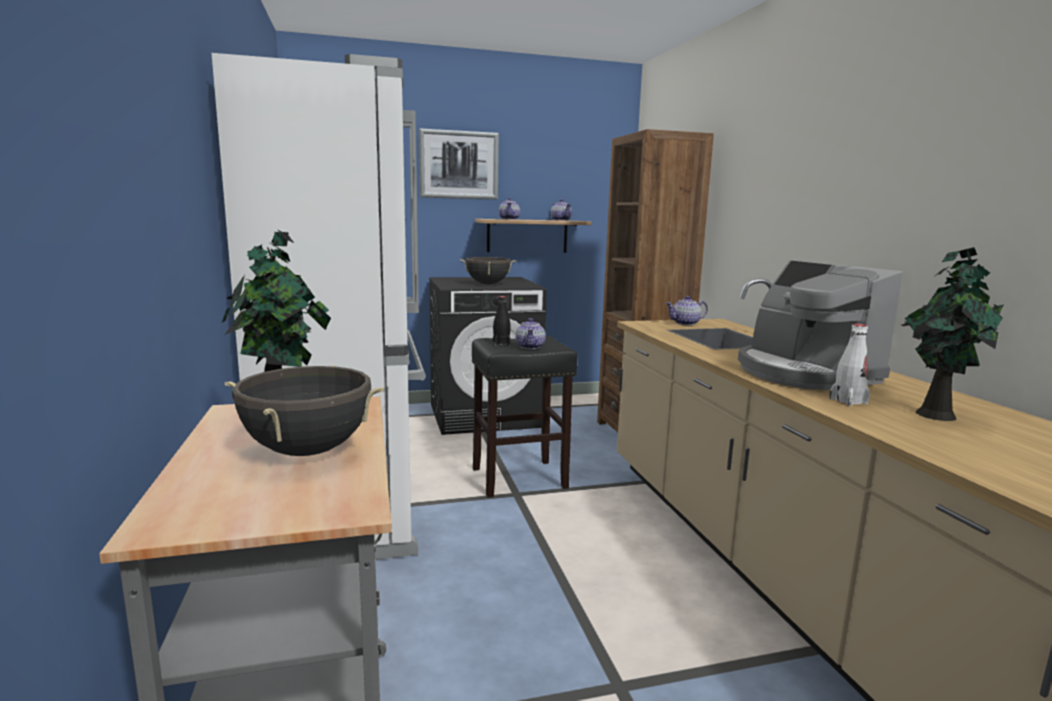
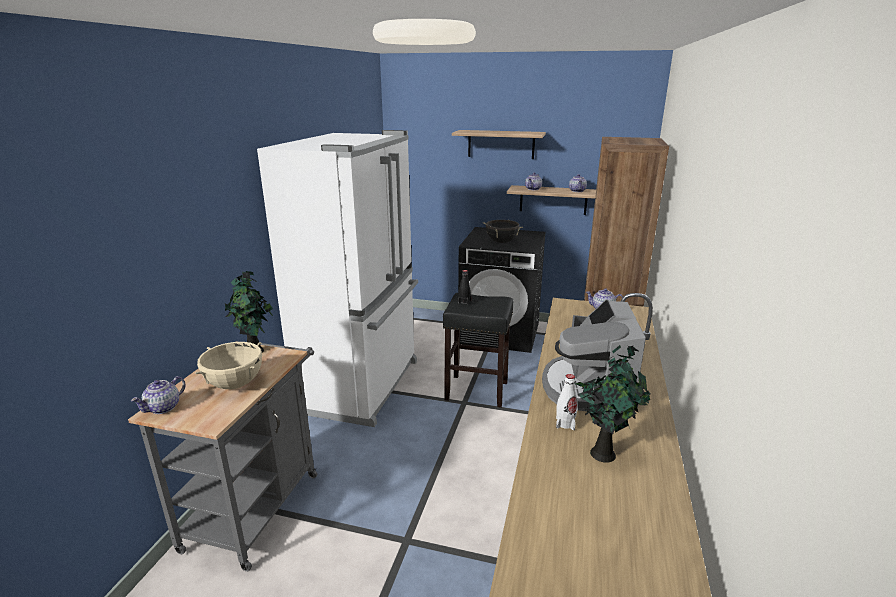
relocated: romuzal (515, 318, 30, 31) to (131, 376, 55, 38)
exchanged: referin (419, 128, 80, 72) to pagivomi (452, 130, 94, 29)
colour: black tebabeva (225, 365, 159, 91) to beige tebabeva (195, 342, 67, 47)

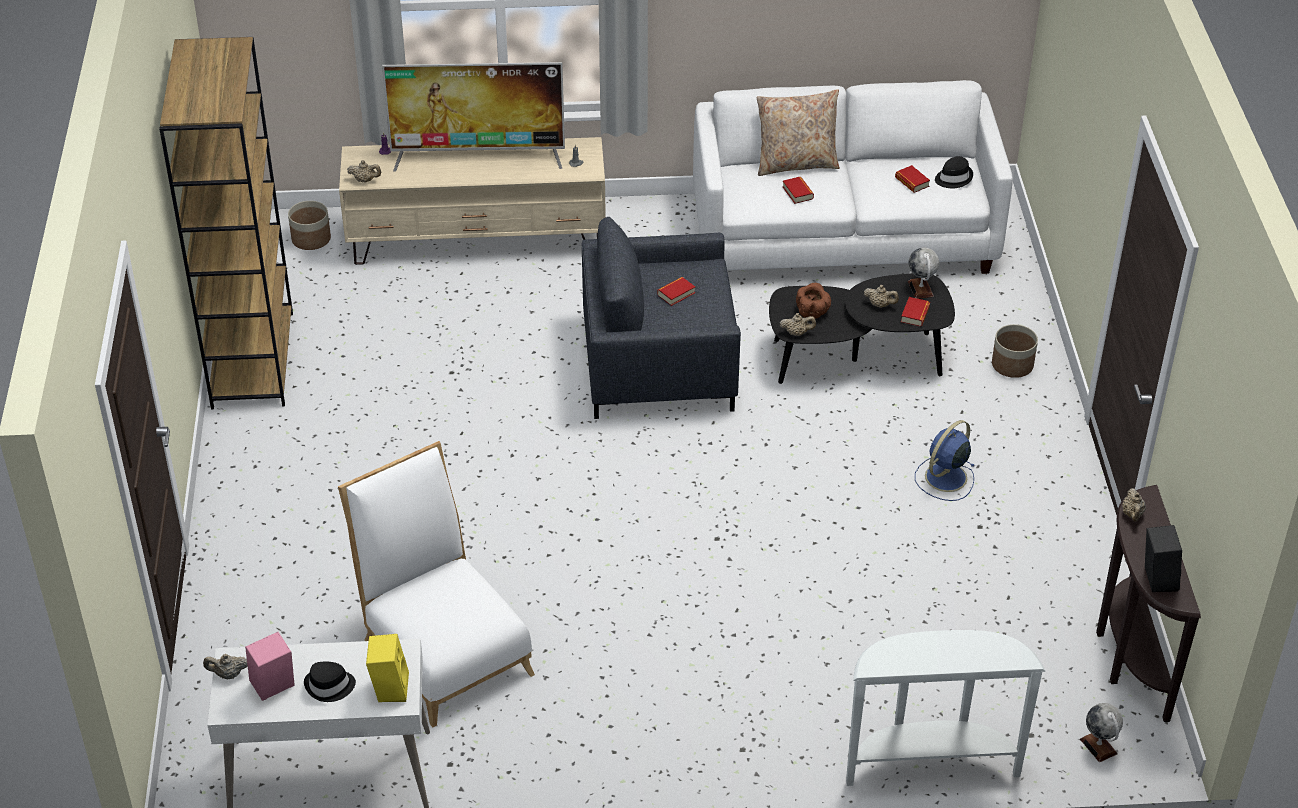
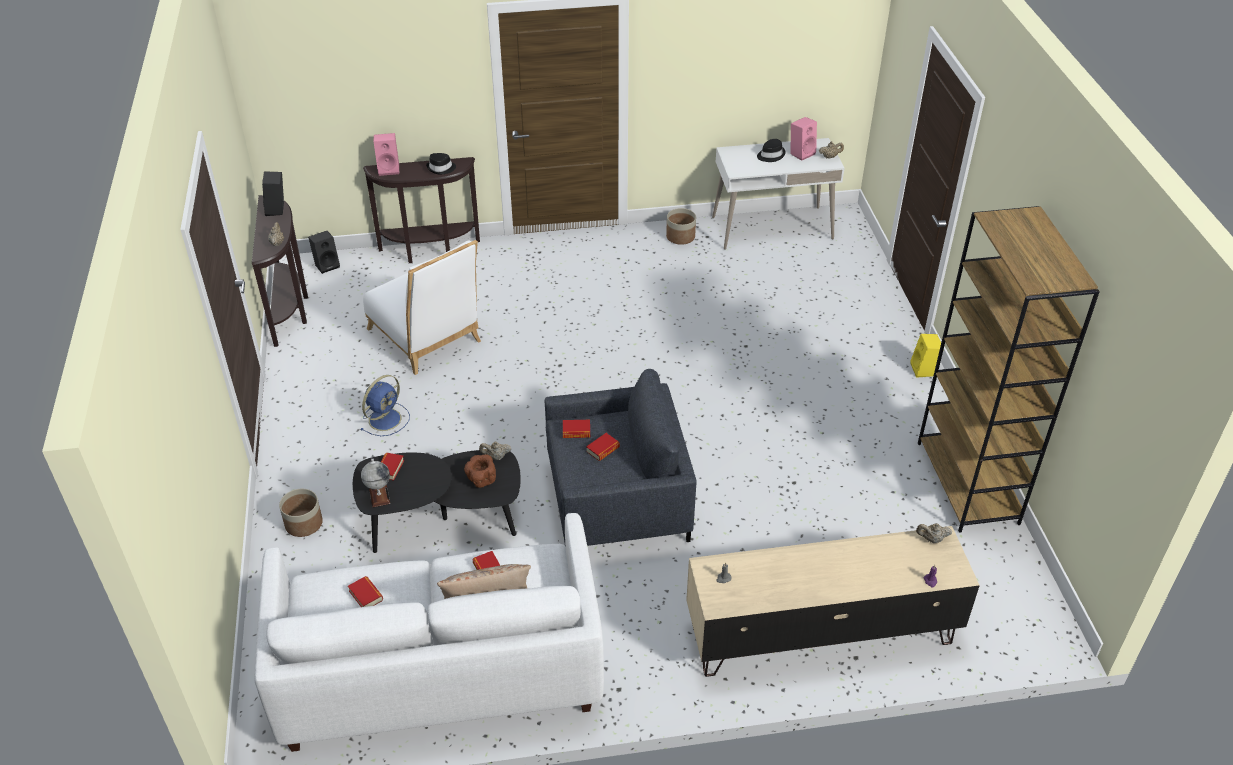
missing: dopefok (382, 62, 183, 110); beige romuzal (864, 285, 35, 23)
appeared: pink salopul (374, 133, 25, 43); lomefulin (563, 420, 27, 18)
relocated: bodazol (288, 201, 43, 49) to (666, 208, 30, 37); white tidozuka (338, 441, 197, 286) to (363, 240, 118, 135); yellow salopul (366, 634, 43, 68) to (910, 334, 34, 44); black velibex (935, 156, 38, 32) to (426, 153, 30, 21)
exchanged: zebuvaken (1080, 703, 43, 59) to black salopul (308, 231, 32, 43)
colour: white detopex (846, 630, 199, 156) to brown detopex (363, 157, 117, 106)

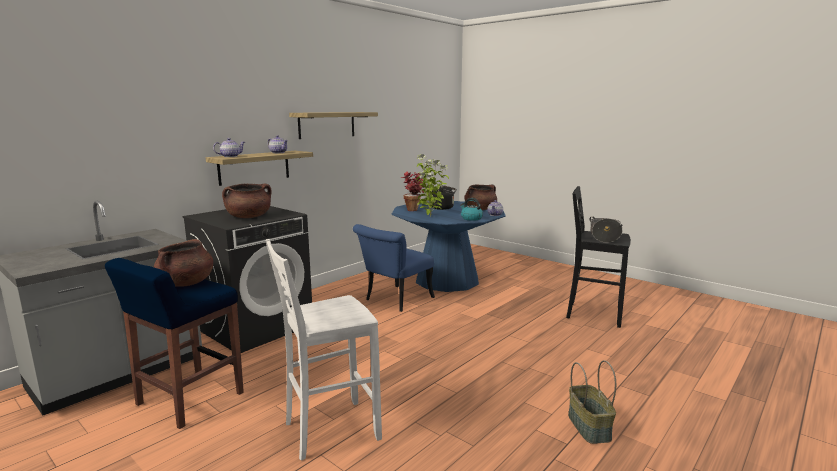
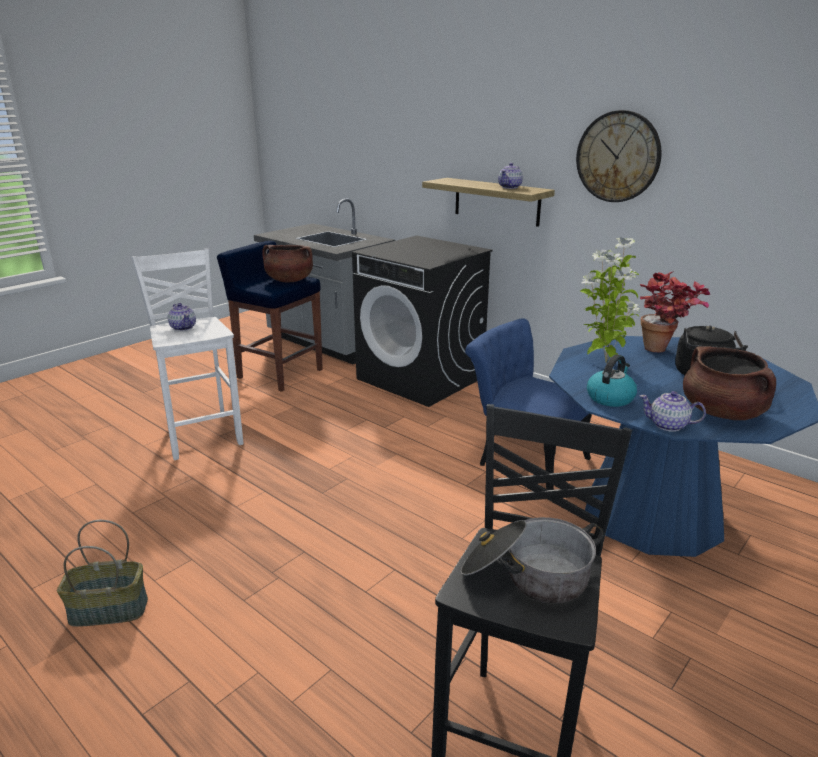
missing: brown tebabeva (222, 184, 50, 34)
relocated: romuzal (213, 138, 32, 19) to (168, 303, 28, 28)
exchanged: pagivomi (289, 112, 89, 27) to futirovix (576, 110, 86, 92)

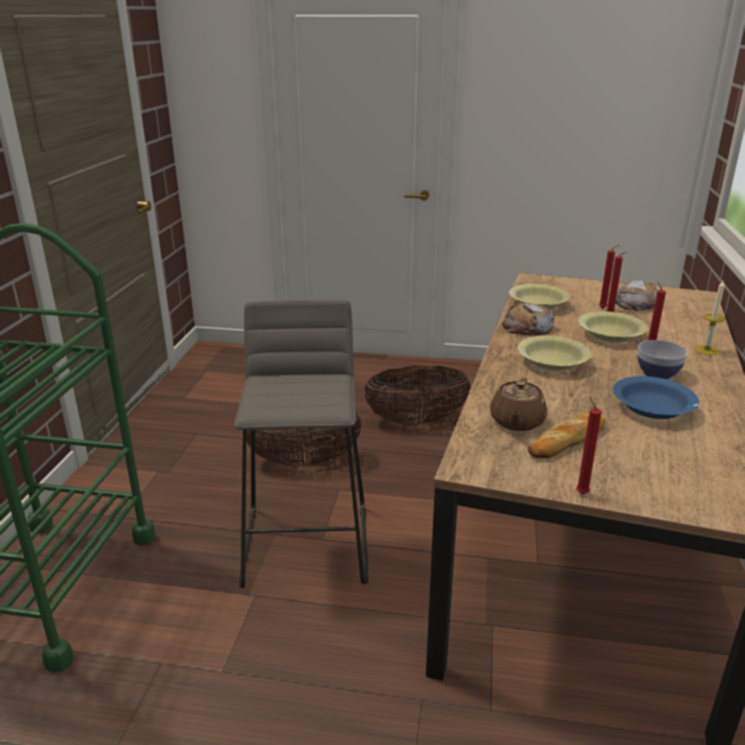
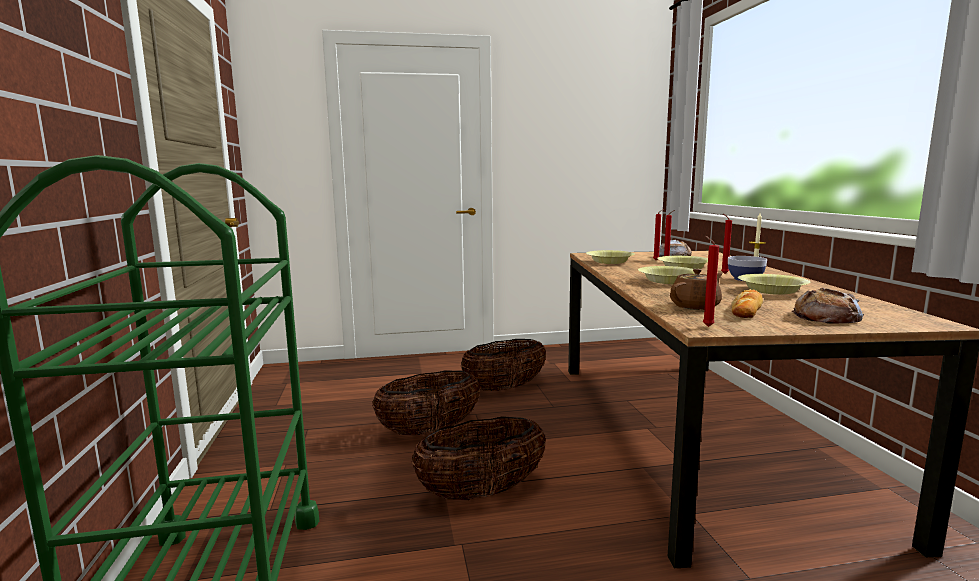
relocated: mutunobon (502, 303, 52, 32) to (791, 288, 73, 36); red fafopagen (576, 396, 26, 98) to (703, 236, 16, 91)
exchanged: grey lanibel (234, 300, 134, 288) to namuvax (411, 416, 135, 84)
colour: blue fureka (613, 376, 86, 43) to yellow fureka (738, 274, 73, 21)
spun: brown romuzal (490, 378, 58, 53) = (670, 269, 53, 41) 120 degrees counterclockwise

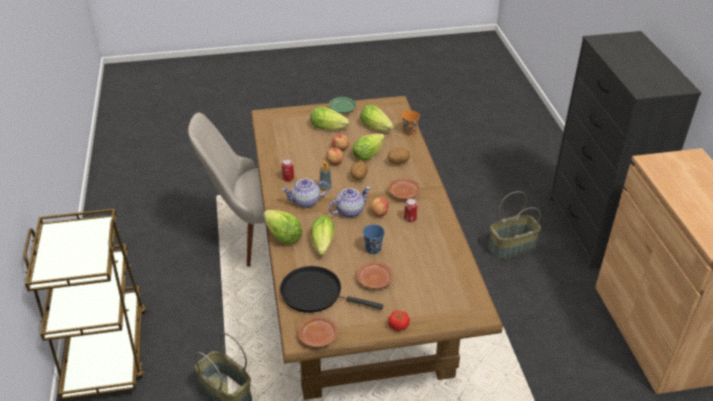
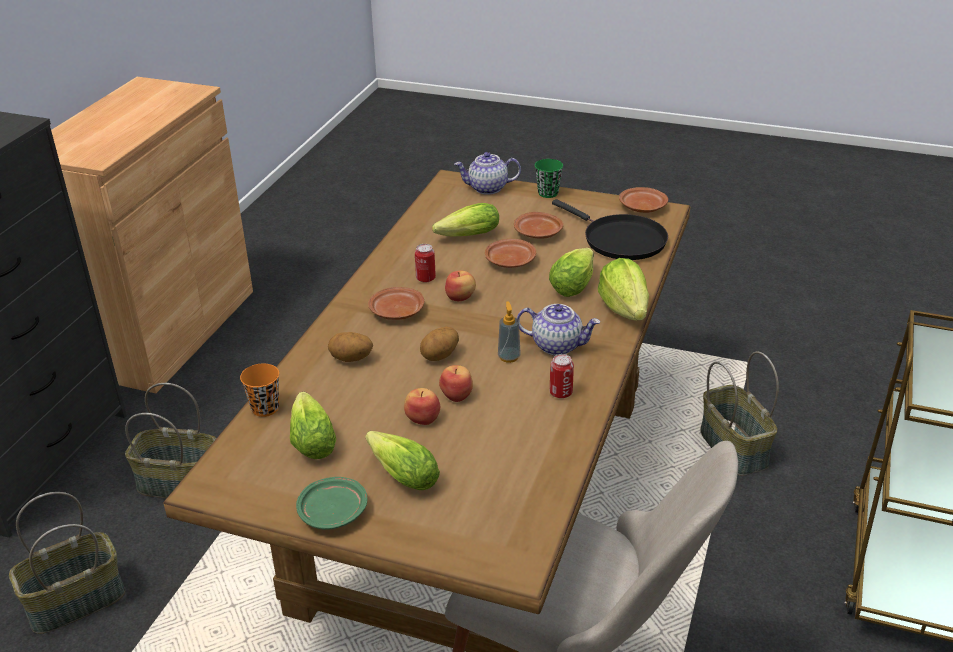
appeared: namuvax (9, 492, 116, 142)
relocated: romuzal (329, 187, 41, 31) to (454, 152, 67, 43); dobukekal (352, 133, 33, 28) to (432, 203, 67, 34)
exchanged: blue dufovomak (363, 224, 22, 30) to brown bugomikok (485, 239, 51, 29); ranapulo (388, 310, 22, 21) to green dufovomak (535, 159, 28, 39)

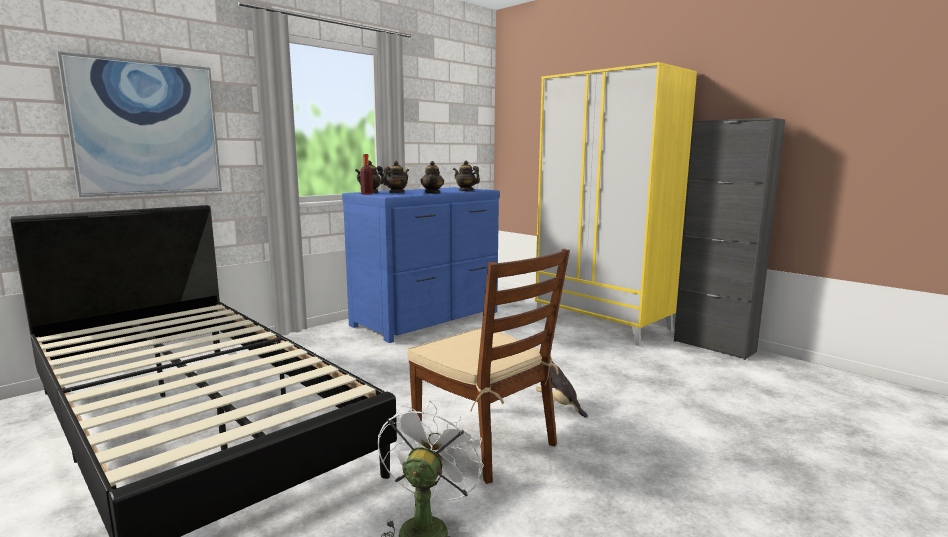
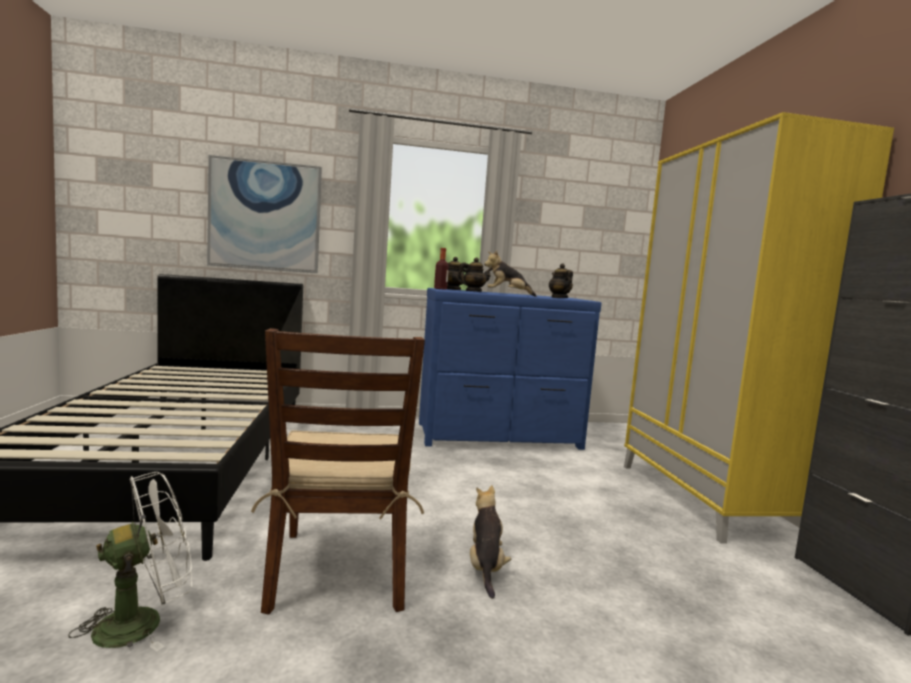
exchanged: romuzal (420, 161, 24, 33) to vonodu (484, 251, 52, 46)

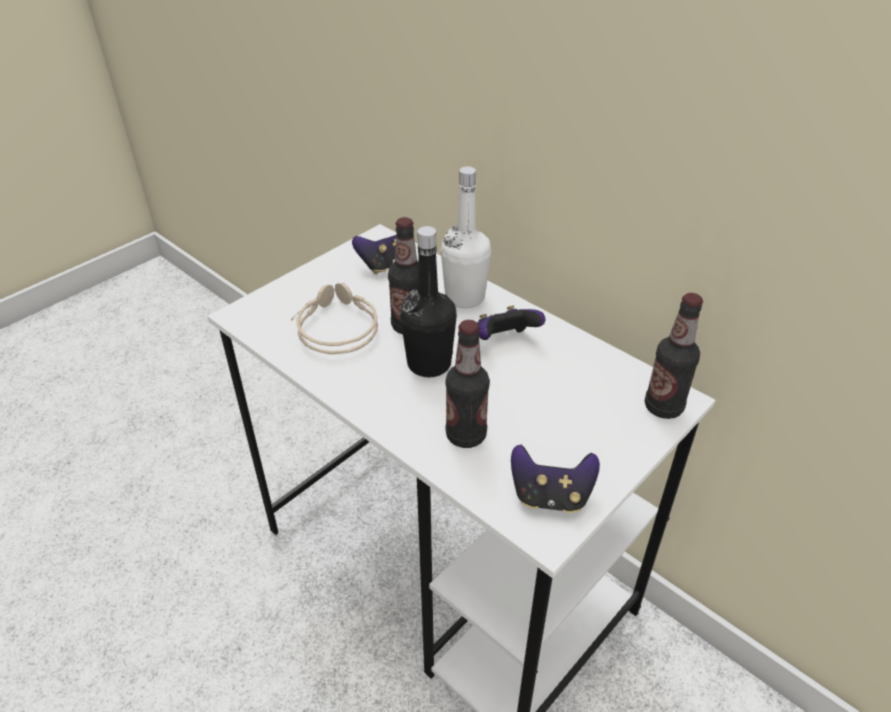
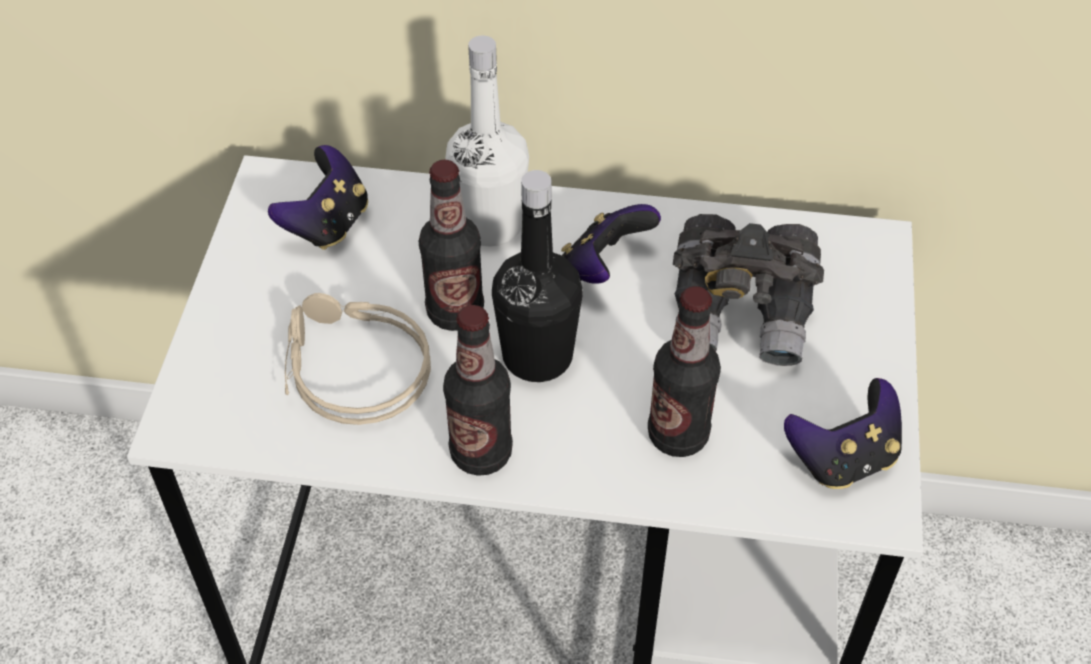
appeared: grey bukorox (673, 214, 151, 152)
relocated: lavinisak (645, 293, 58, 126) to (443, 305, 70, 171)

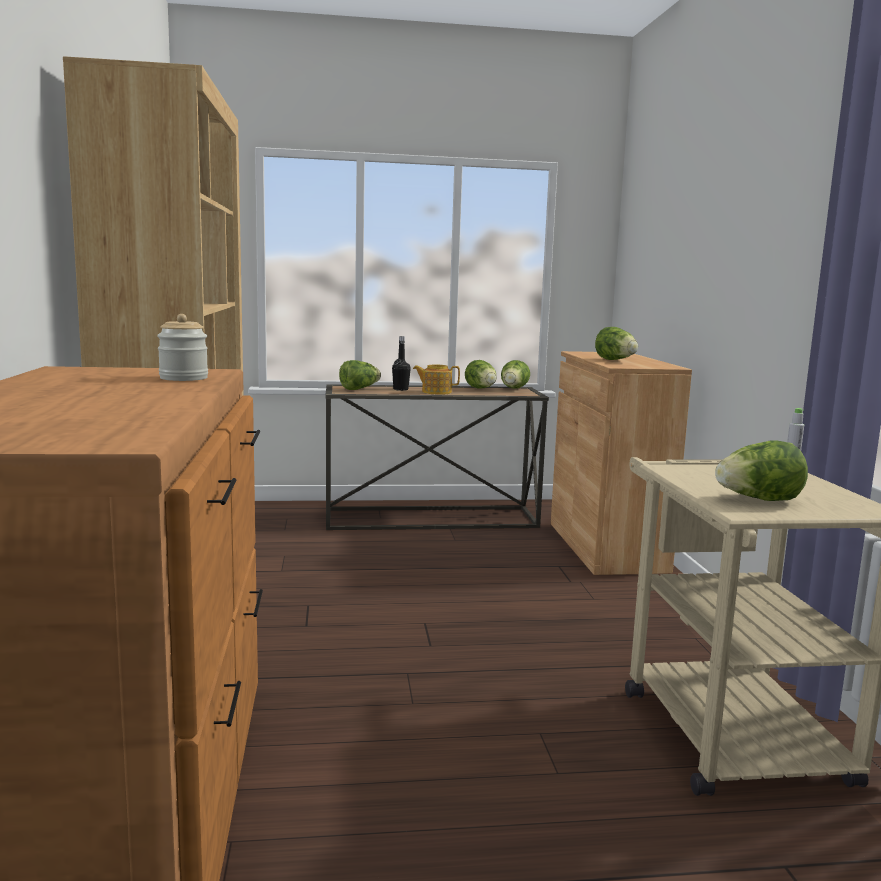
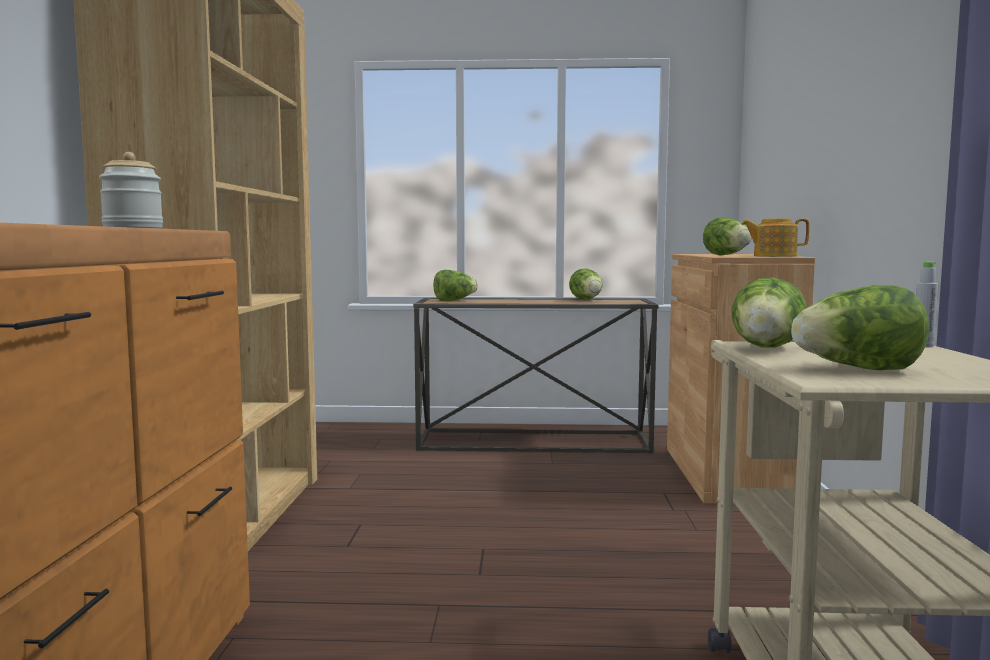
missing: black lavinisak (392, 336, 19, 55)
relocated: romuzal (413, 365, 47, 30) to (741, 219, 68, 37); dobukekal (501, 360, 29, 28) to (732, 277, 75, 70)

